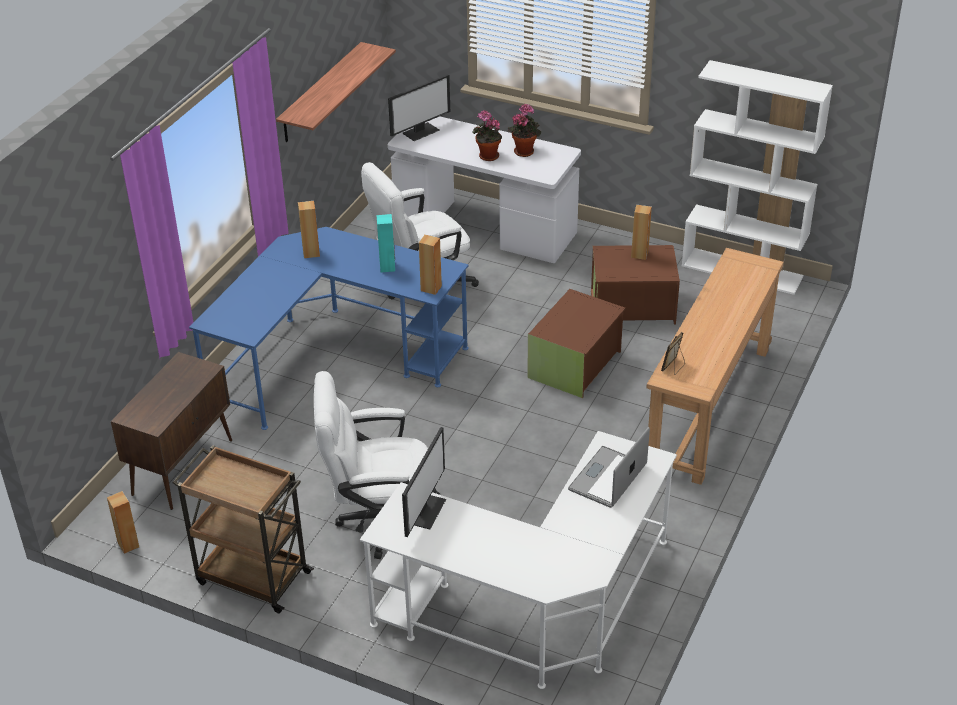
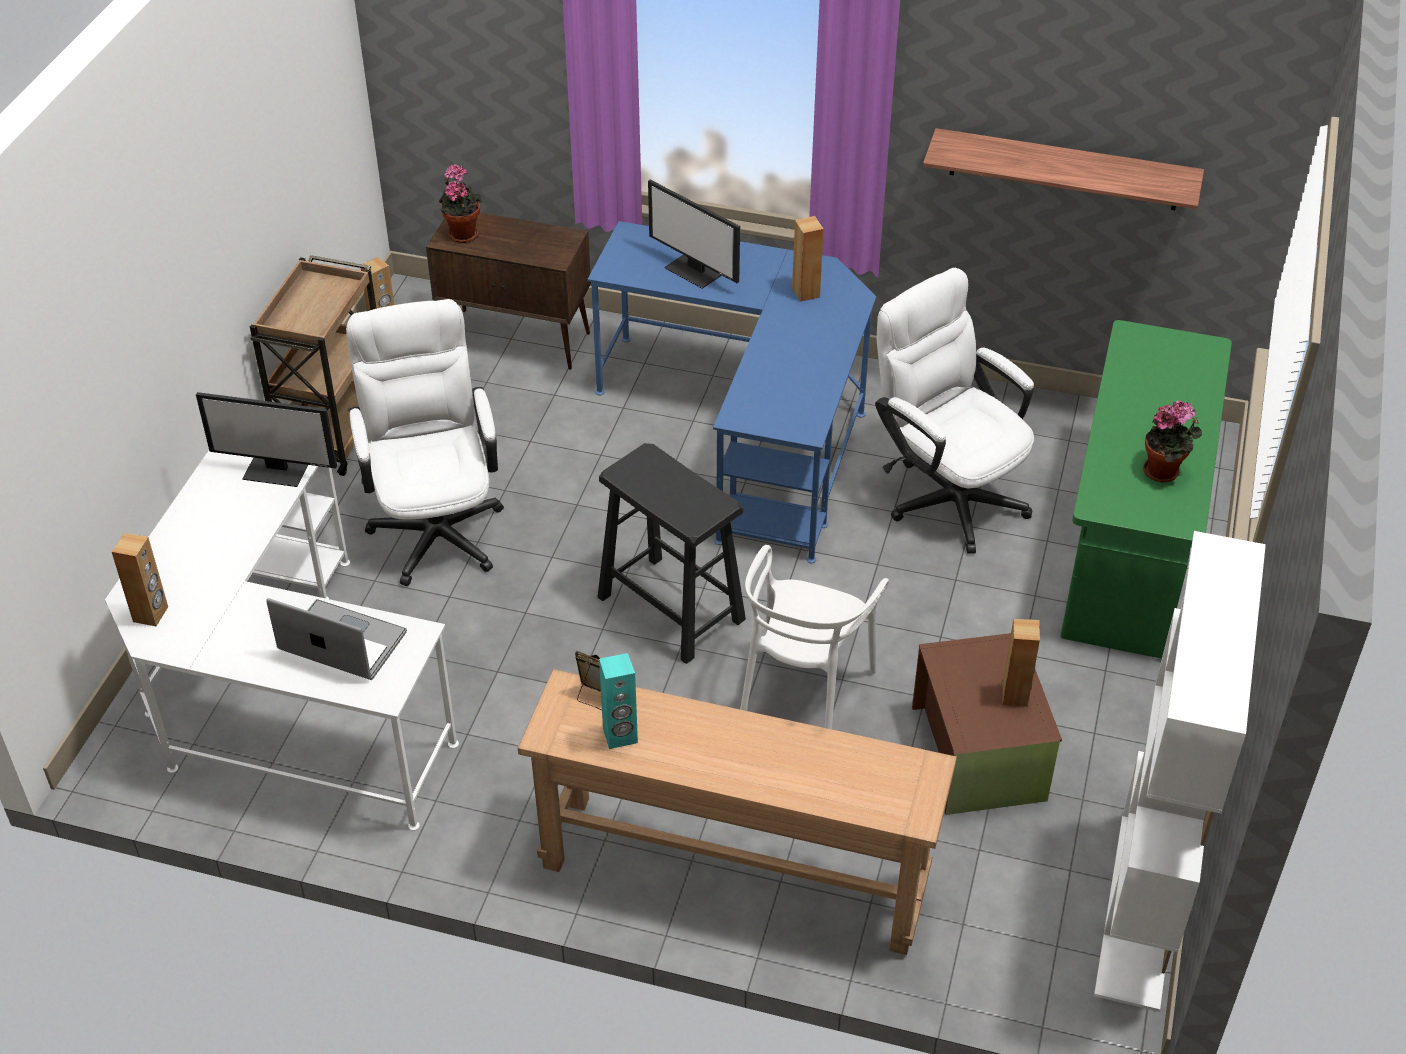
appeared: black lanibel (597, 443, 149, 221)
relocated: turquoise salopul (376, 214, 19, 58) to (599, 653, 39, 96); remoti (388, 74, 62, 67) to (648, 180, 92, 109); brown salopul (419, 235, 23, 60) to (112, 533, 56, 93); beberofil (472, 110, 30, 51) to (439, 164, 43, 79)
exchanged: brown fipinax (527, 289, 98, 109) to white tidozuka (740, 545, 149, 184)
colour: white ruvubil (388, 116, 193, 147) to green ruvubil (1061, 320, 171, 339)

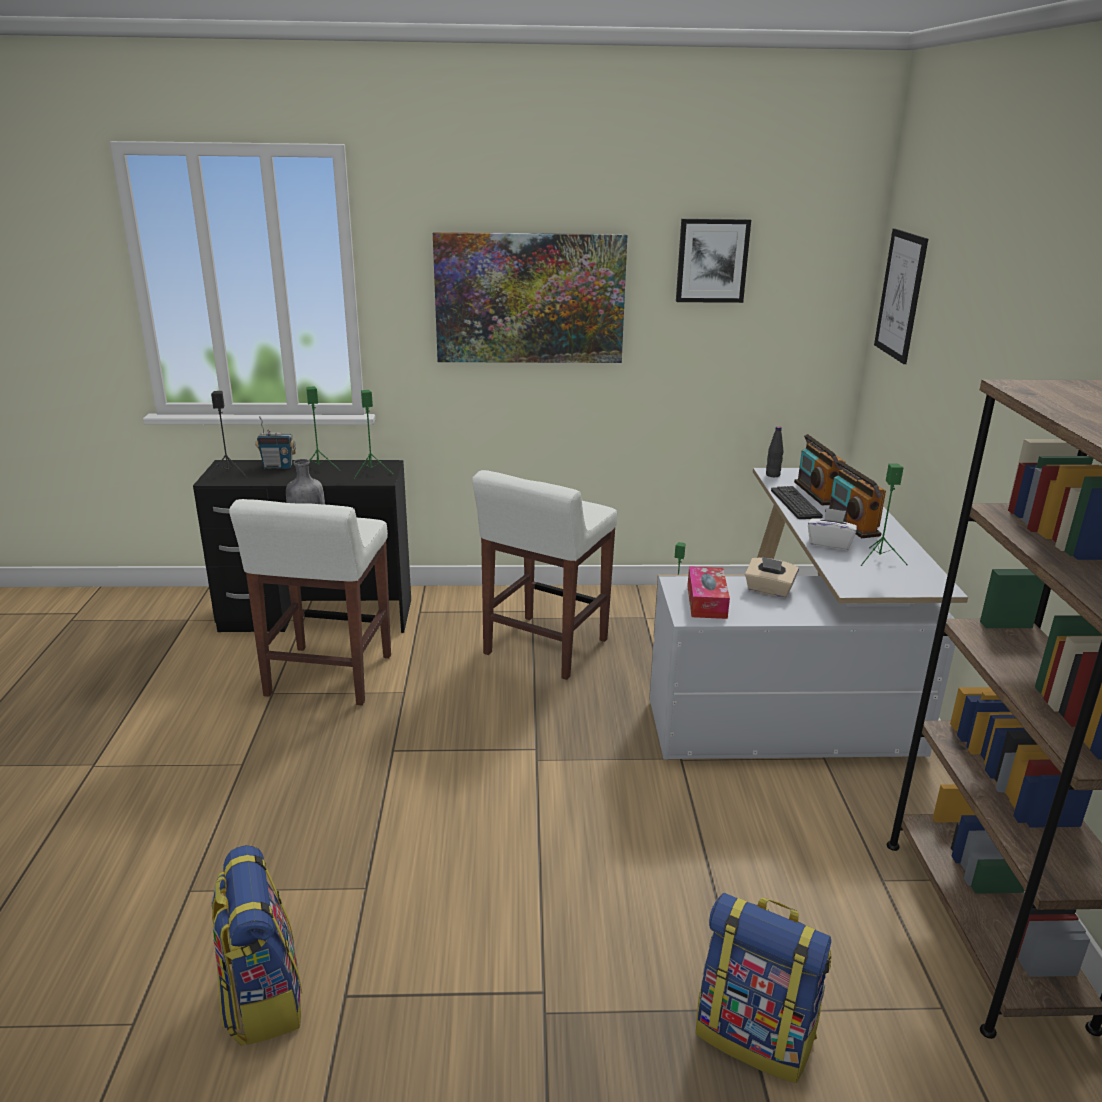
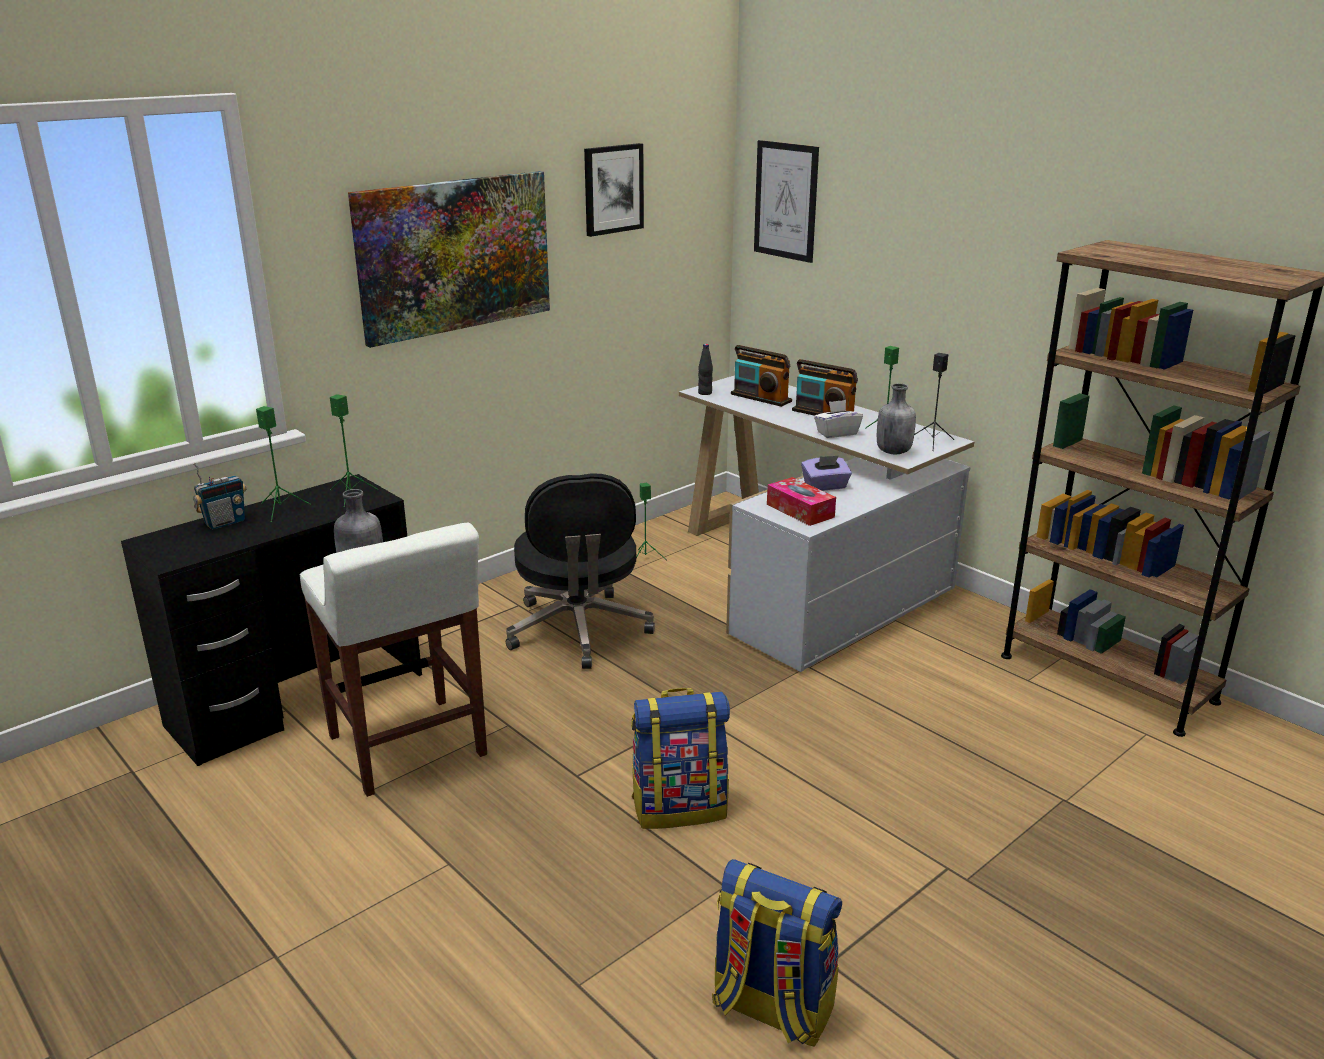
missing: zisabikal (771, 486, 52, 33)
appeared: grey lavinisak (877, 383, 39, 71)
relocated: black salopul (206, 391, 42, 88) to (914, 353, 41, 98); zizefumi (696, 893, 135, 190) to (631, 688, 99, 141)
exchanged: white lanibel (472, 470, 146, 210) to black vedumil (506, 473, 149, 196)
colour: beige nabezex (745, 557, 54, 41) to purple nabezex (801, 455, 51, 36)

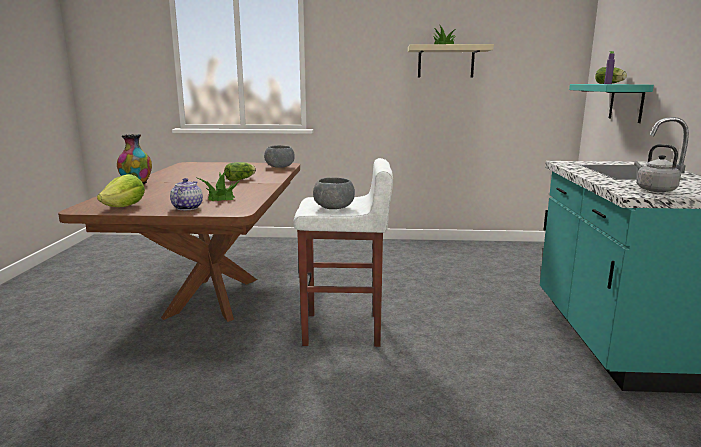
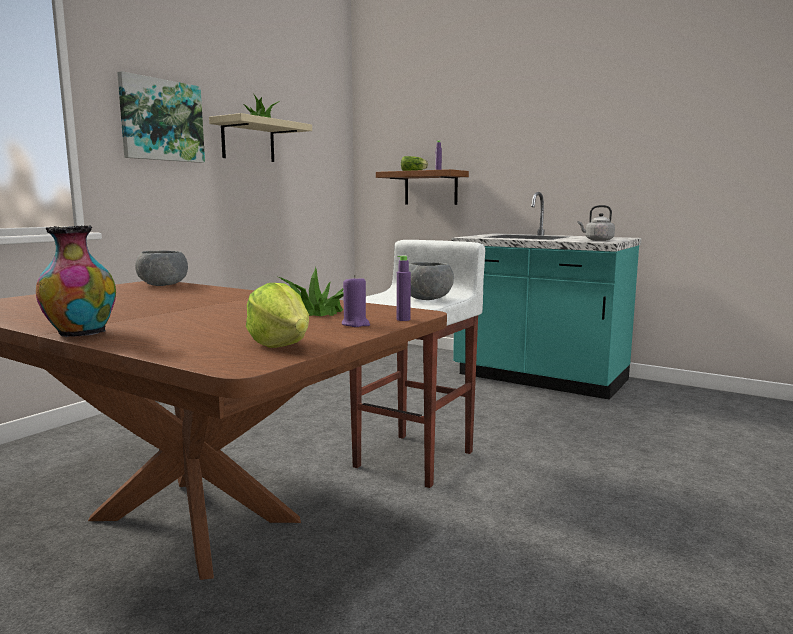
missing: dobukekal (224, 162, 32, 19)
appeared: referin (117, 71, 88, 92); purple lavinisak (397, 256, 14, 65)
exchanged: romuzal (170, 178, 33, 32) to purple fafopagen (342, 275, 28, 52)
colour: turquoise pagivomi (569, 84, 85, 39) to brown pagivomi (376, 169, 93, 36)

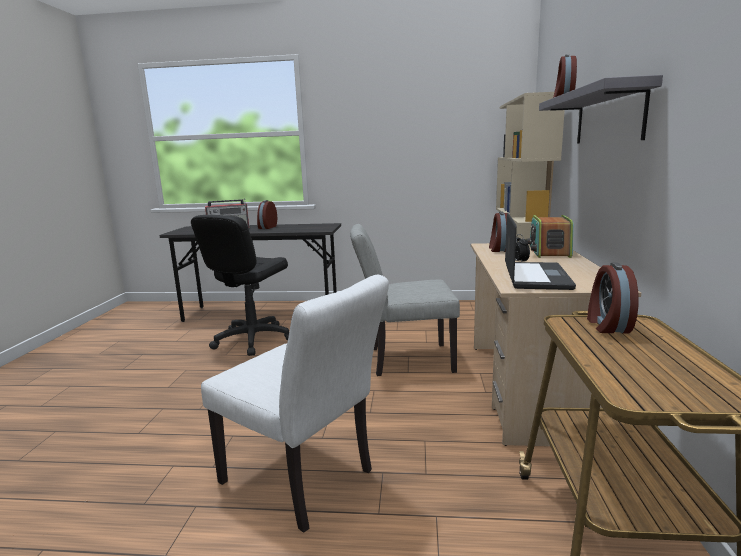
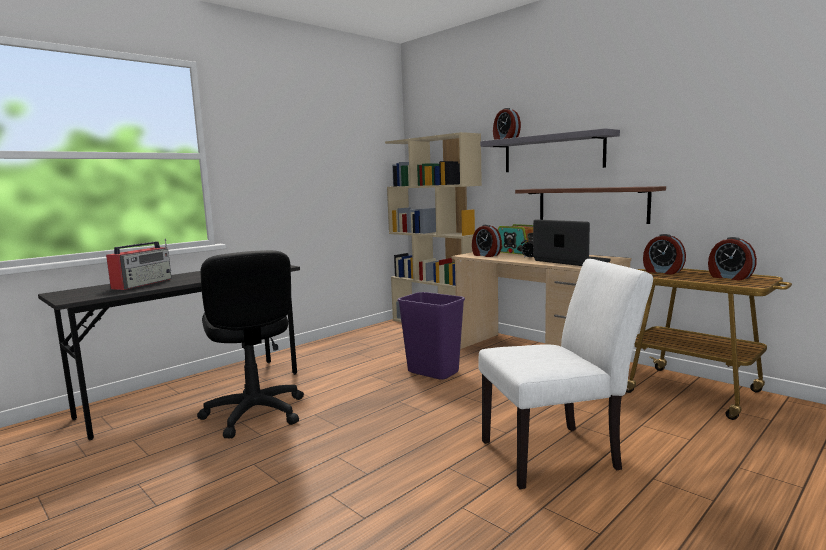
appeared: pagivomi (515, 186, 151, 38)
relocated: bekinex (257, 200, 20, 29) to (708, 237, 49, 43)
exchanged: grey tidozuka (350, 224, 110, 152) to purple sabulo (398, 292, 67, 88)

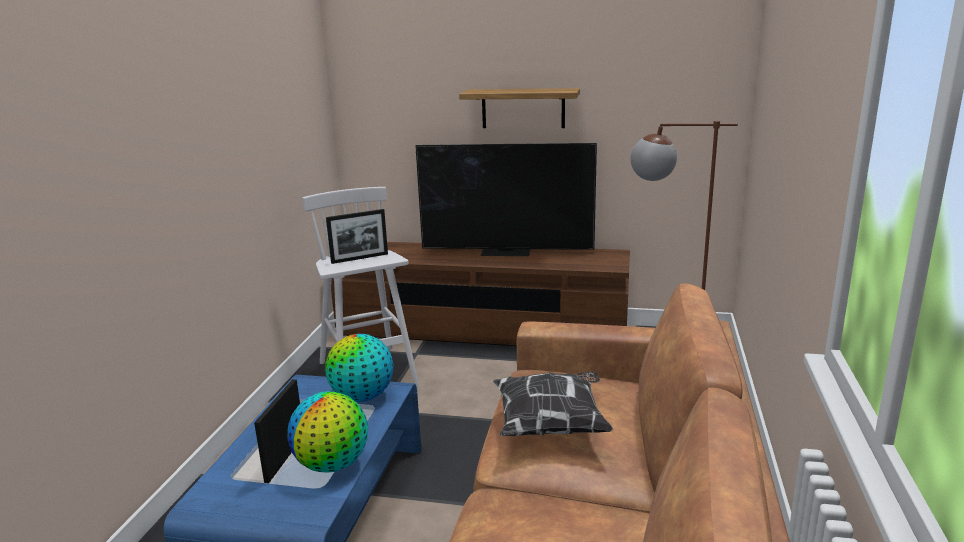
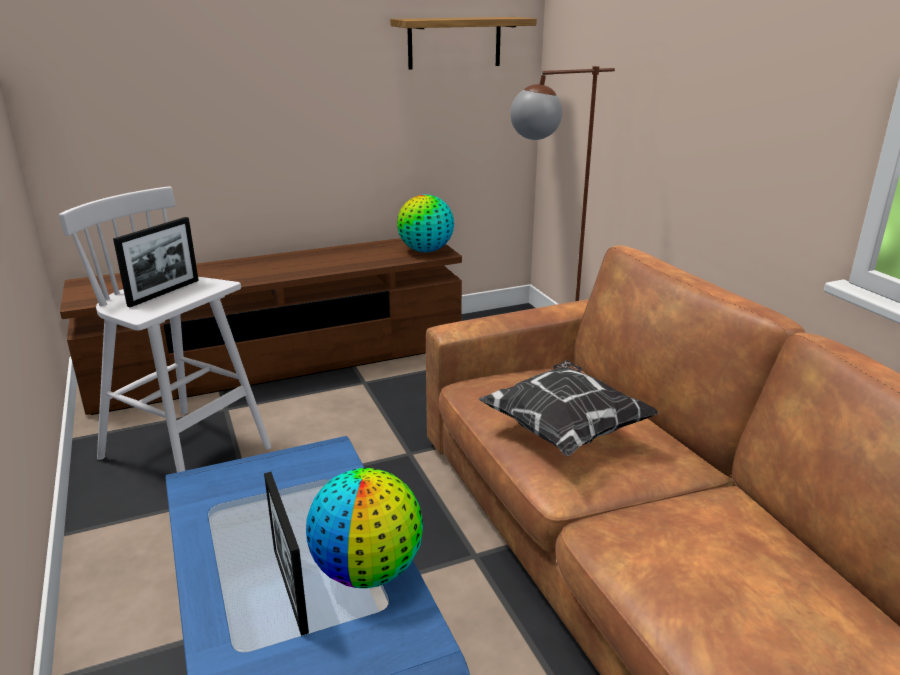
missing: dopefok (415, 143, 182, 113)
relocated: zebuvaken (325, 334, 69, 68) to (397, 194, 57, 58); pagivomi (459, 88, 121, 40) to (390, 17, 147, 53)

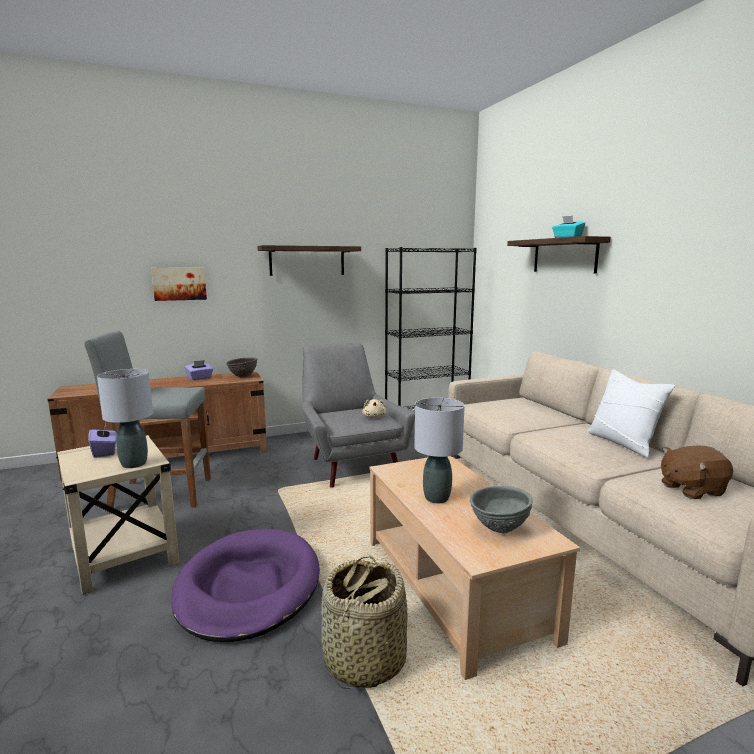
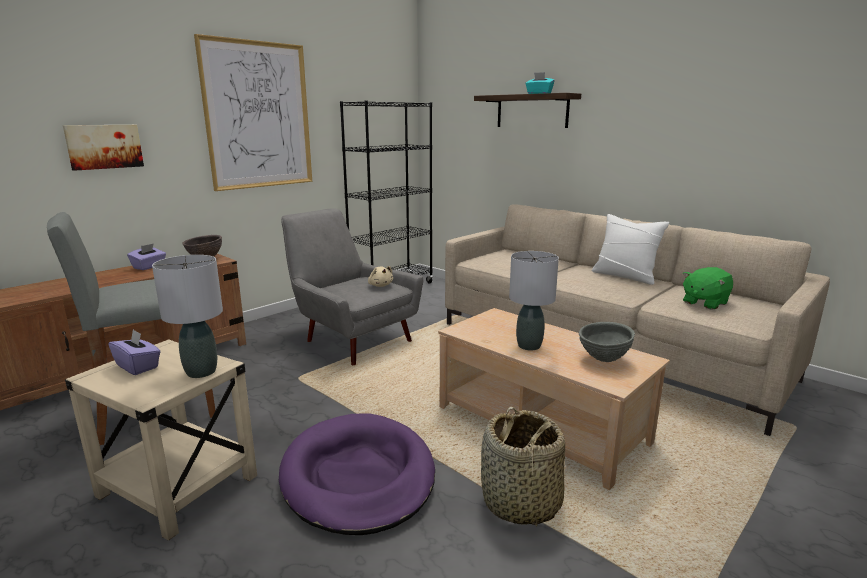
exchanged: pagivomi (257, 245, 104, 31) to referin (194, 34, 118, 157)
colour: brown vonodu (661, 445, 72, 54) to green vonodu (683, 267, 50, 42)

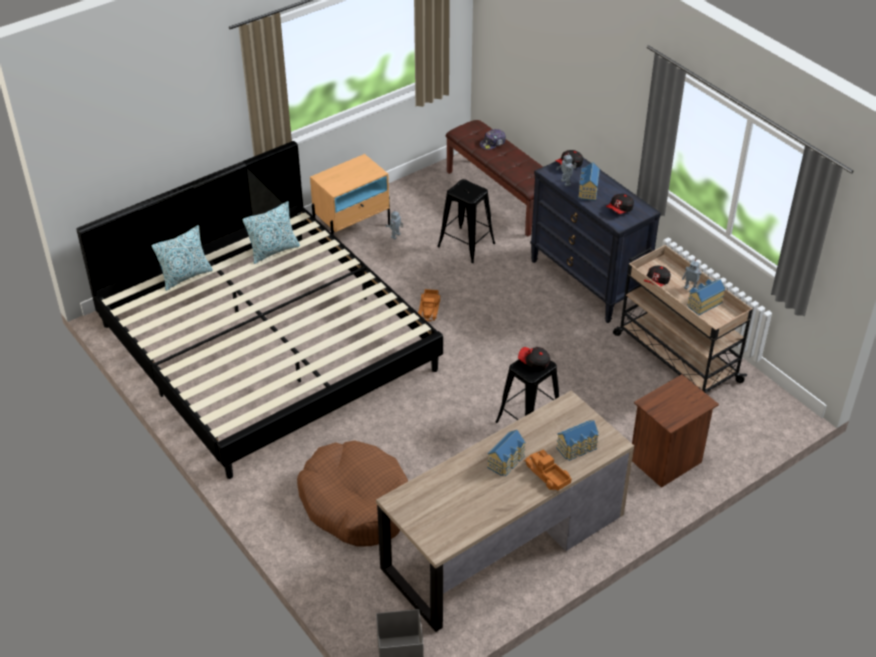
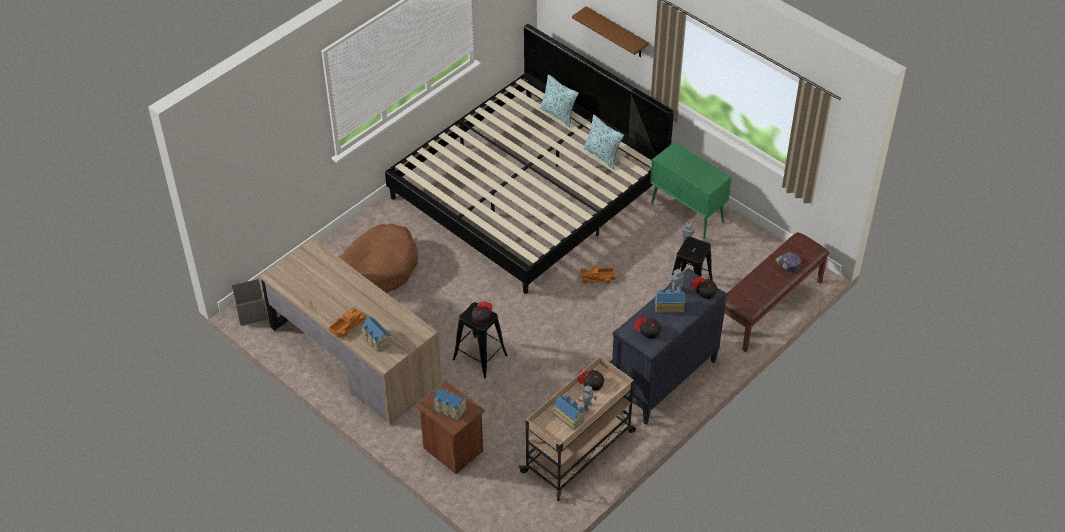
appeared: brown pagivomi (572, 6, 77, 51)
relocated: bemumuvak (487, 430, 39, 46) to (434, 388, 33, 32)
exchanged: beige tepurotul (310, 154, 80, 81) to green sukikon (650, 142, 82, 97)

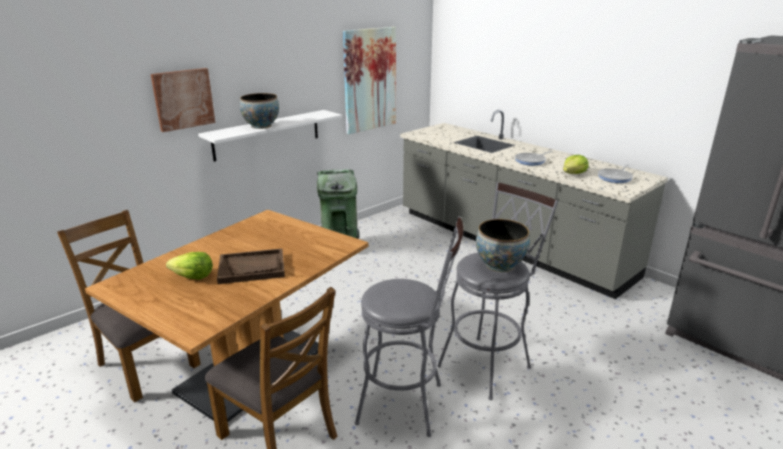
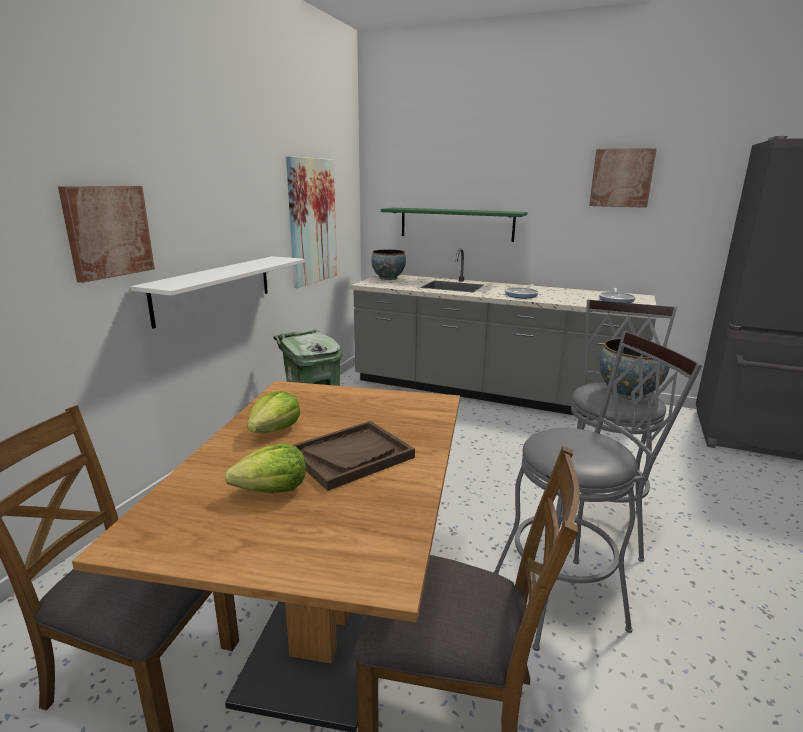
appeared: green pagivomi (381, 208, 147, 34); referin (589, 148, 68, 60)
relocated: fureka (240, 93, 39, 36) to (371, 249, 35, 31); dobukekal (563, 155, 26, 19) to (247, 391, 53, 42)

